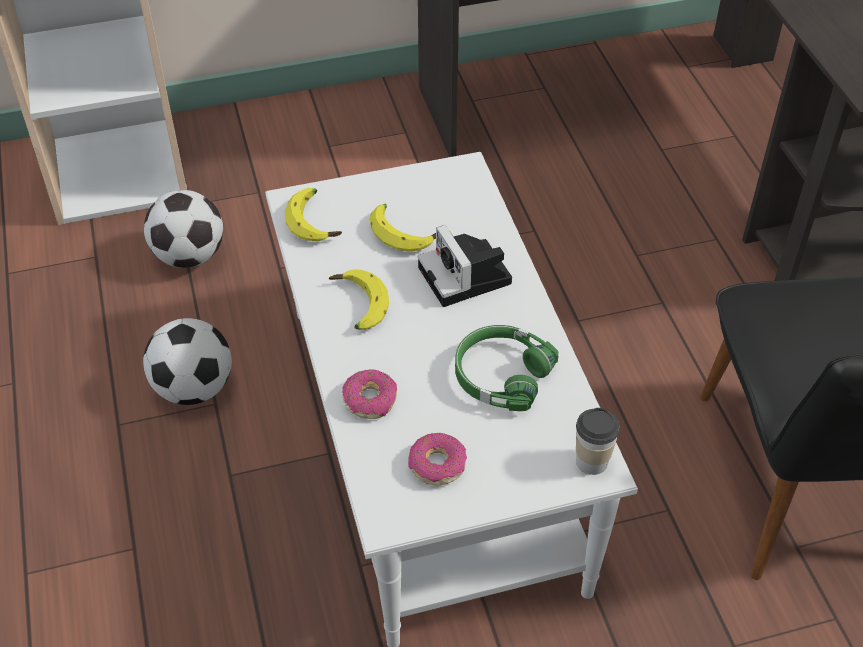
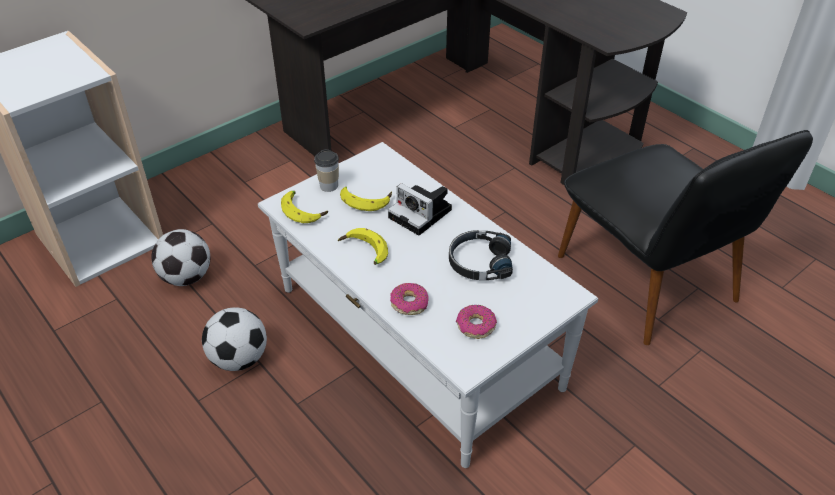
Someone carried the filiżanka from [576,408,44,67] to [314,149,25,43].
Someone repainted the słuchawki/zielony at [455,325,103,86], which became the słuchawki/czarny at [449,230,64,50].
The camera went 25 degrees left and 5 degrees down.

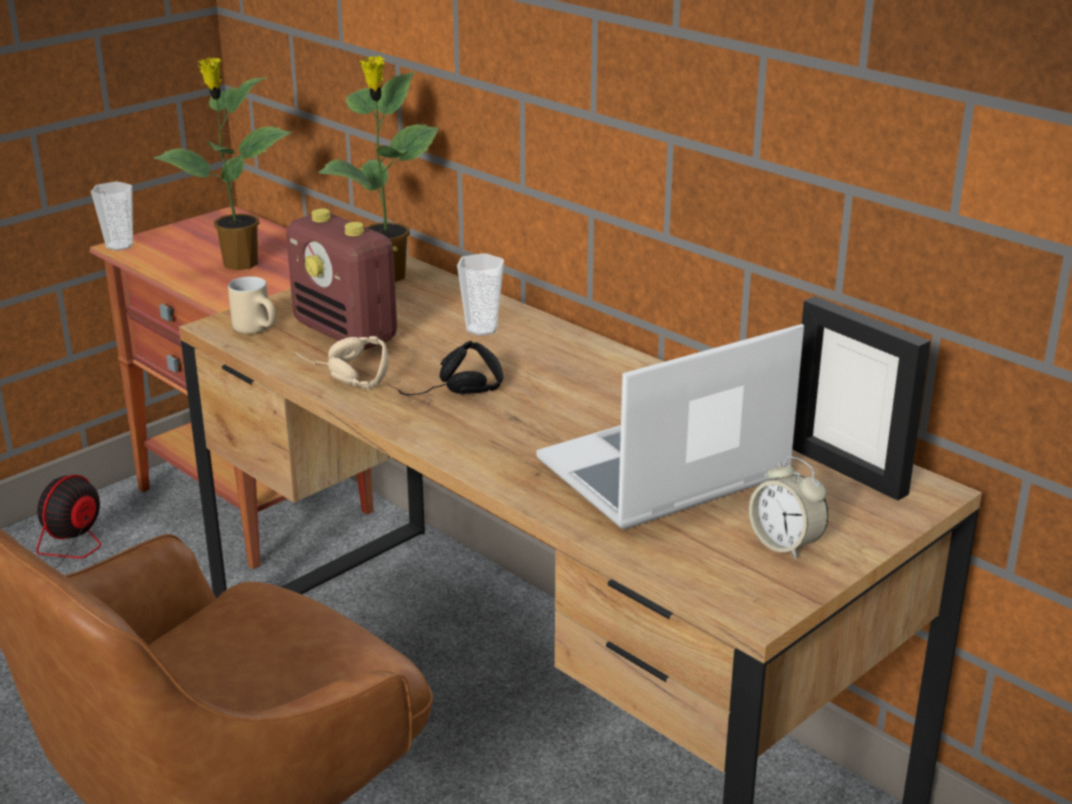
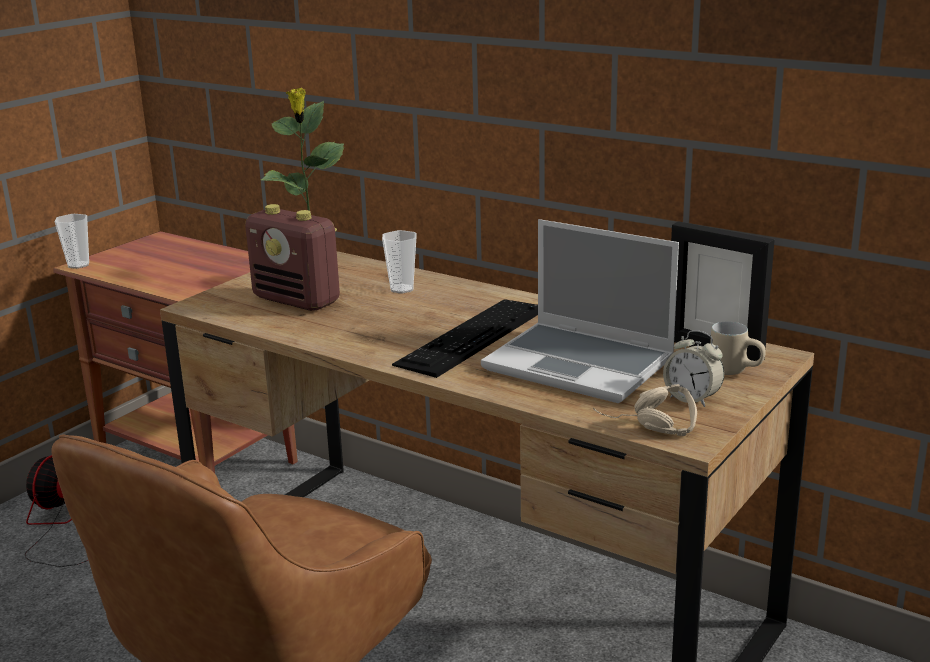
Someone took away the roślina doniczkowa at [153,57,139,213].
Someone took away the słuchawki/czarny at [398,341,105,54].
Someone put down the klawiatura at [392,299,146,79].
Someone carried the kubek/beżowy from [228,277,48,57] to [710,321,56,54].
Someone carried the słuchawki/beżowy from [295,336,93,54] to [593,384,104,52].
Someone rotated the laptop at [537,324,267,206] by 105 degrees counterclockwise.
The camera went 10 degrees left and 5 degrees down.

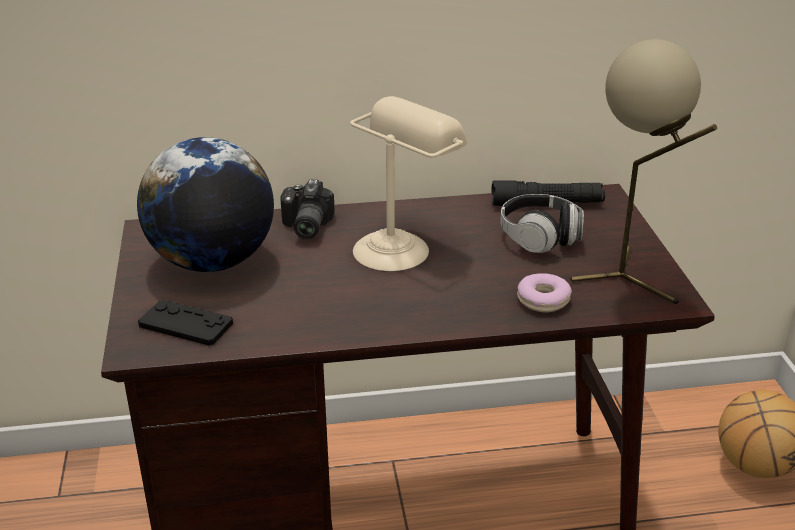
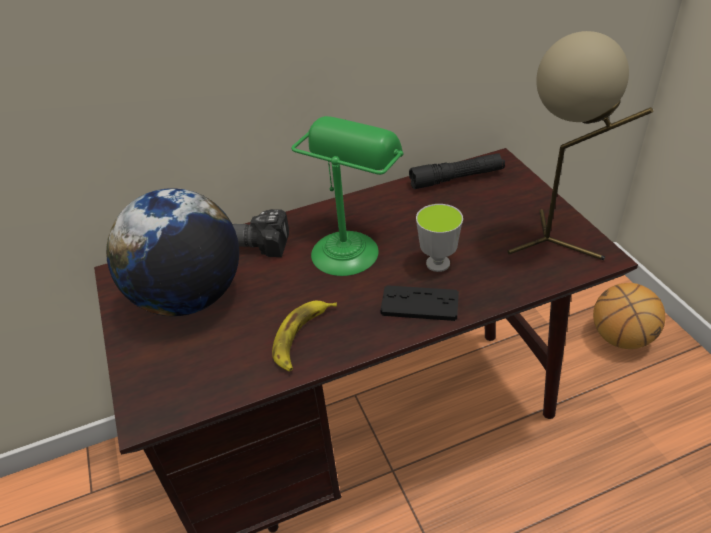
Someone took away the słuchawki at [500,194,84,59].
Someone took away the donut at [517,273,55,39].
Someone put down the banan at [272,301,65,71].
Someone put down the filiżanka at [416,204,47,68].
Someone carried the pad do gier/czarny from [138,300,95,46] to [380,285,79,36].
Someone repainted the lampa stołowa/beżowy at [350,96,117,175], which became the lampa stołowa/zielony at [291,116,112,160].
Someone rotated the aparat fotograficzny at [280,180,55,59] by 105 degrees clockwise.
The camera went 10 degrees left and 10 degrees up.

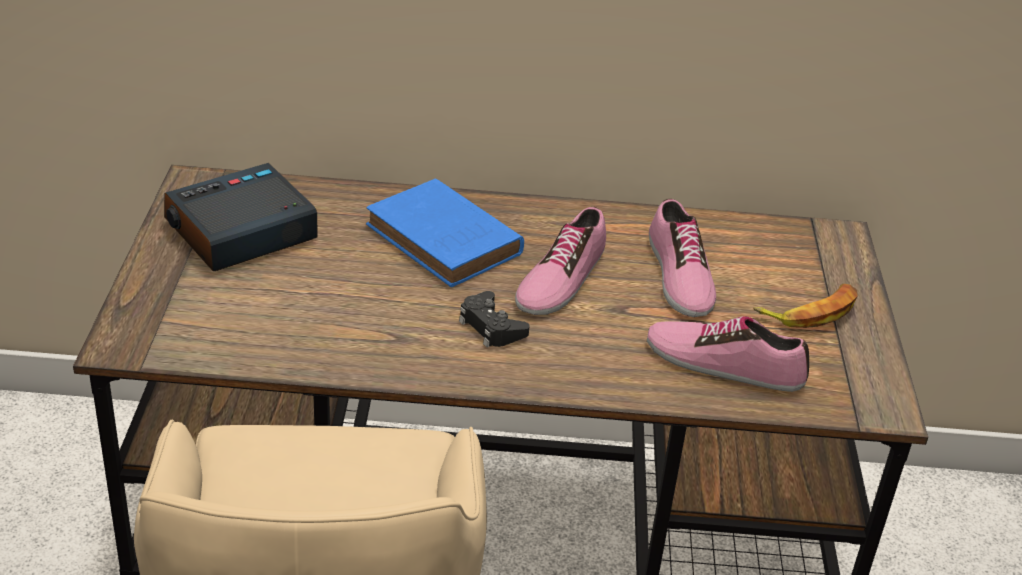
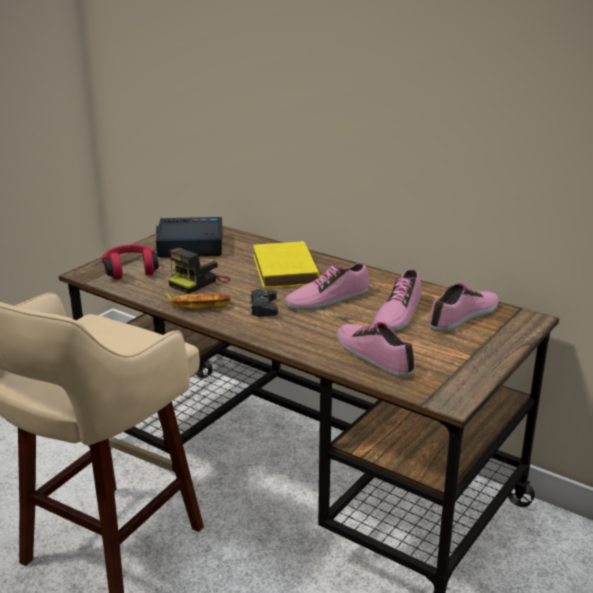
Someone put down the słuchawki/czerwony at [102,245,57,35].
Someone put down the aparat fotograficzny at [168,248,63,46].
Someone put down the but at [429,283,70,49].
Someone carried the banan from [753,284,104,44] to [165,293,66,17].
Someone repainted the książka/niebieski at [366,178,158,109], which became the książka/żółty at [253,241,67,48].
The camera went 35 degrees right and 10 degrees down.

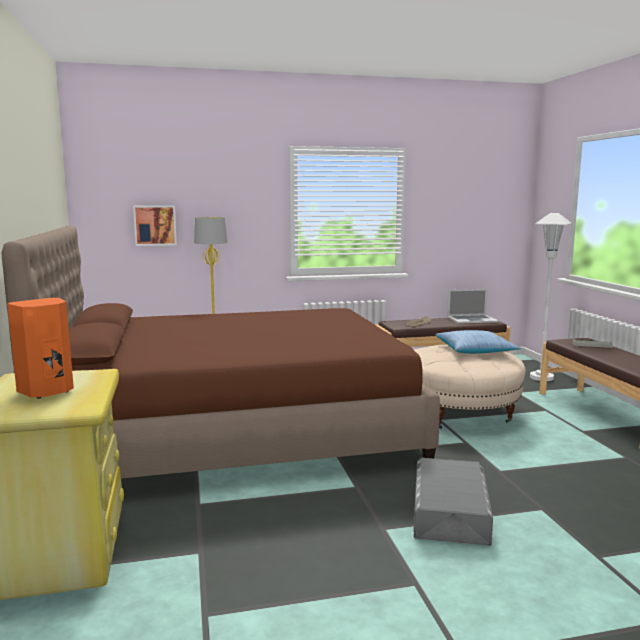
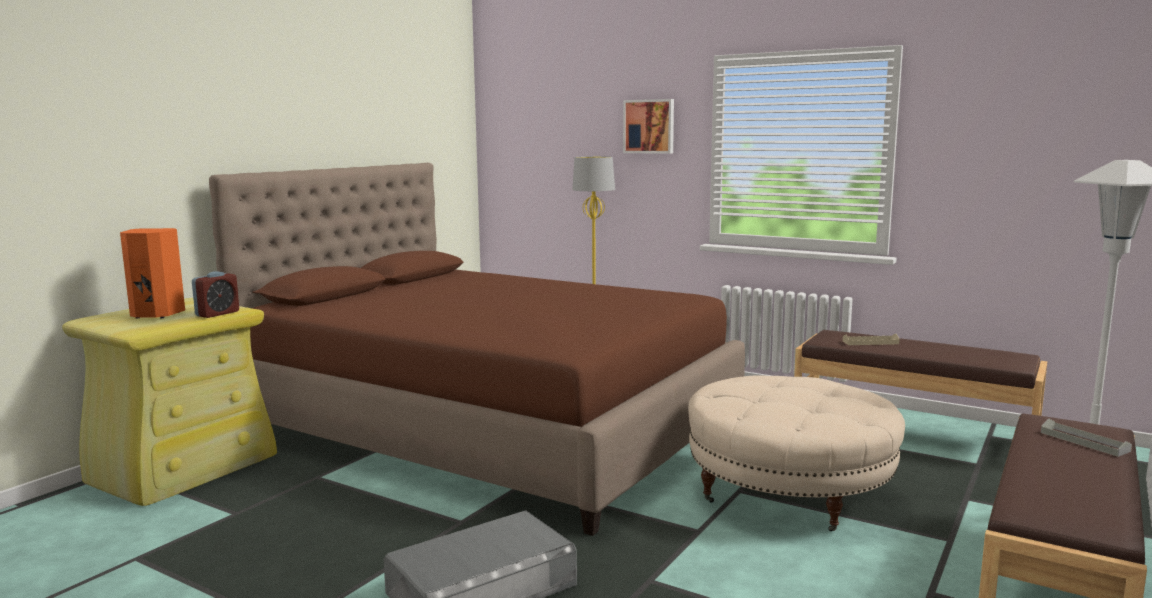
Someone took away the poduszka at [435,330,86,24].
Someone took away the laptop at [447,289,51,35].
Someone put down the budzik at [192,271,47,47].
Someone carried the obraz from [133,205,44,41] to [623,99,51,55].
The camera went 45 degrees right and 0 degrees up.

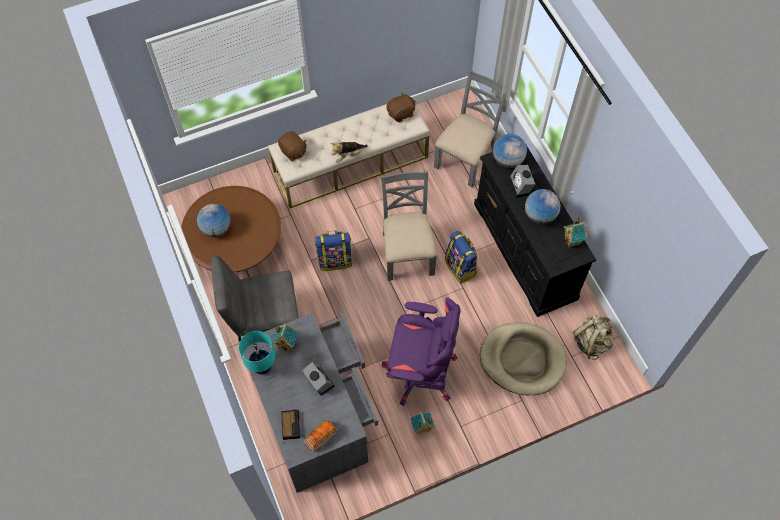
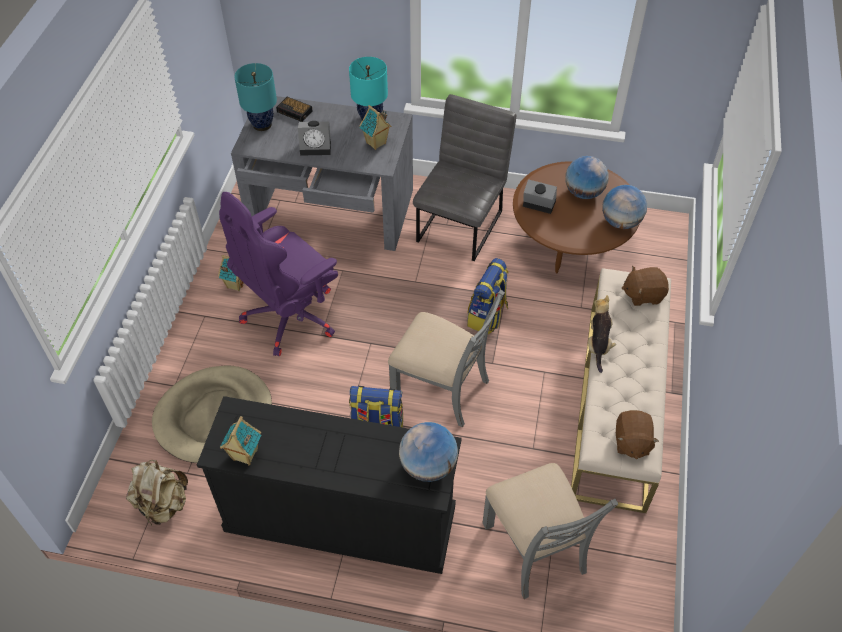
Someone carried the budzik from [509,165,26,33] to [523,179,34,35].
Someone carried the globus from [525,189,35,35] to [602,185,45,44].
Someone swapped the samochodzik at [304,420,34,32] for the lampa stołowa/turkusowy at [234,63,43,68].
The camera went 125 degrees right and 10 degrees down.

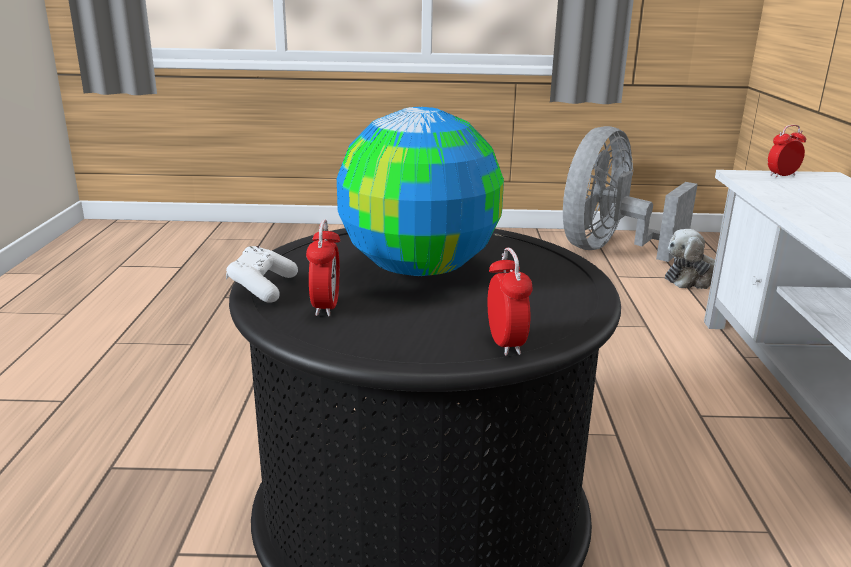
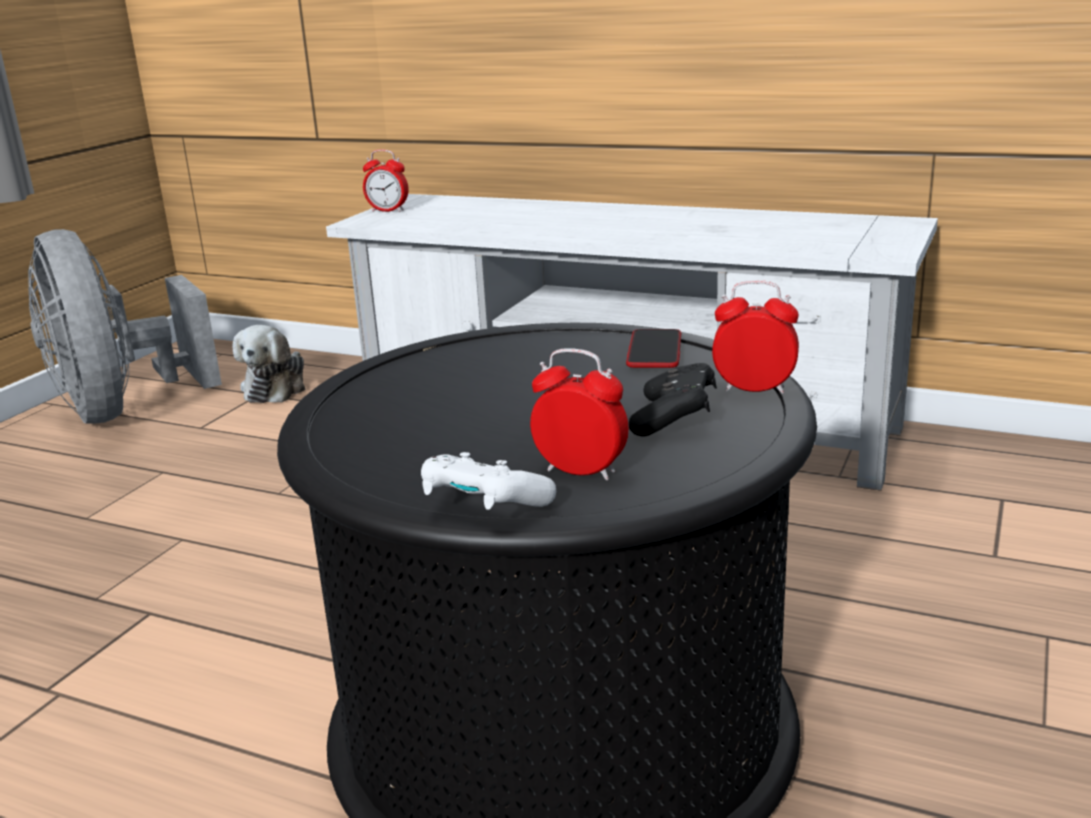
Someone took away the globus at [337,107,167,169].
Someone put down the telefon at [626,329,55,39].
Someone put down the pad do gier/czarny at [629,363,88,74].
Someone rotated the budzik at [768,125,38,52] by 75 degrees counterclockwise.
The camera went 65 degrees left and 0 degrees up.

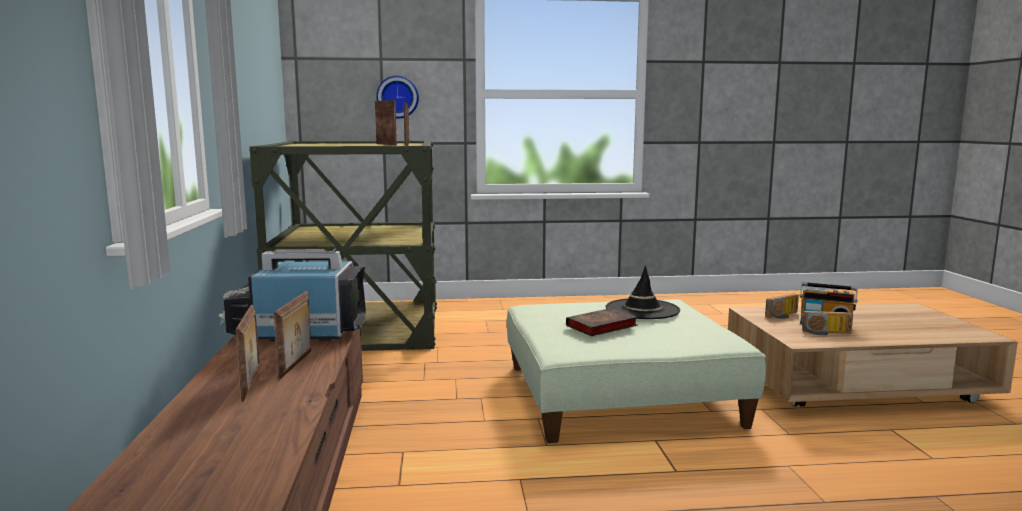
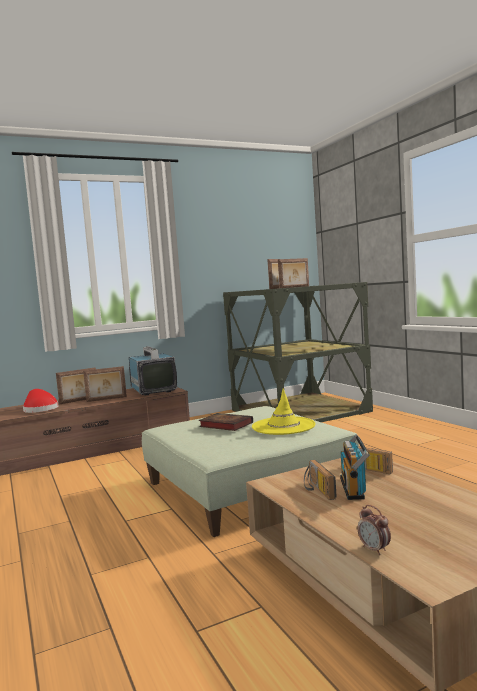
Someone took away the zegar ścienny at [376,76,43,43].
Someone put down the kapelusz/czerwony at [23,389,35,24].
Someone put down the budzik at [358,505,33,50].
Someone repainted the kapelusz/czarny at [605,265,75,54], which became the kapelusz/żółty at [252,388,64,47].
The camera went 70 degrees right and 5 degrees down.

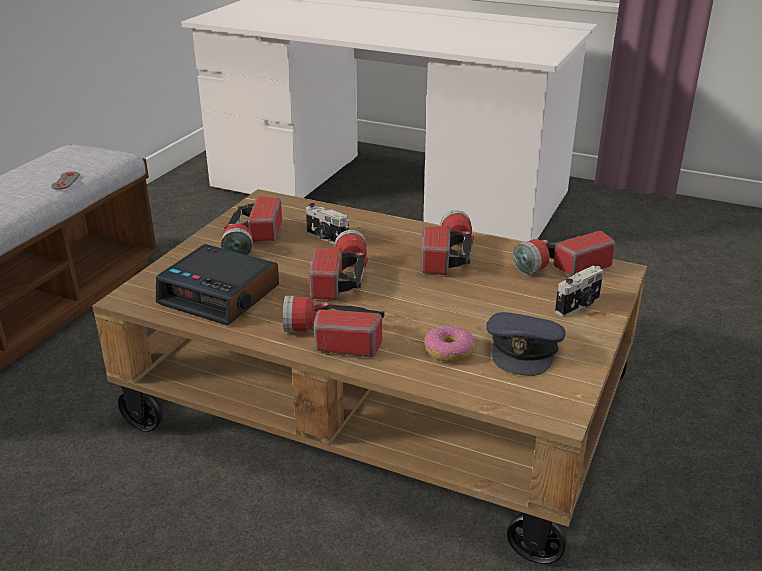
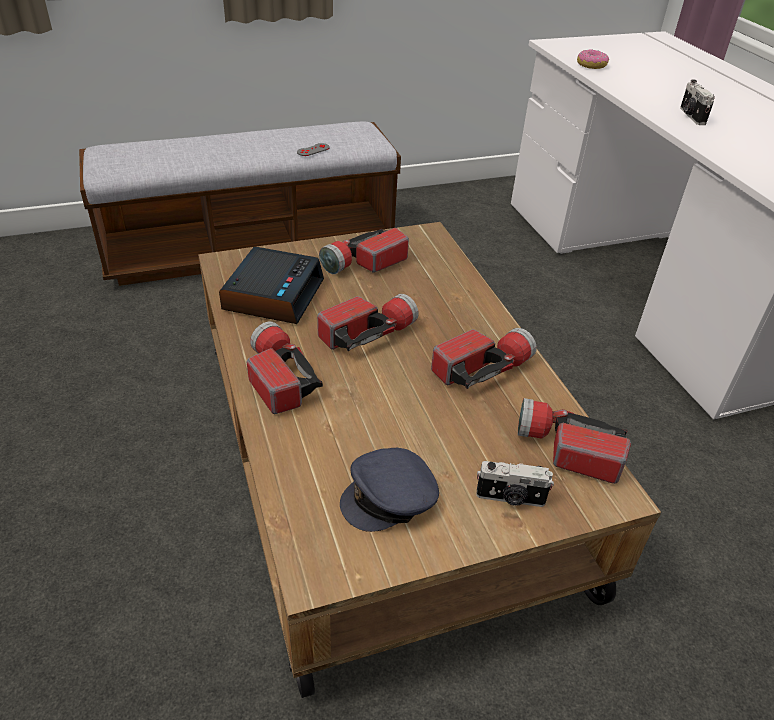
Someone carried the aparat fotograficzny from [306,203,43,41] to [680,79,35,46].
Someone carried the donut from [424,326,51,36] to [577,49,32,20].
Someone rotated the budzik at [156,244,123,81] by 150 degrees counterclockwise.
The camera went 45 degrees right and 10 degrees up.

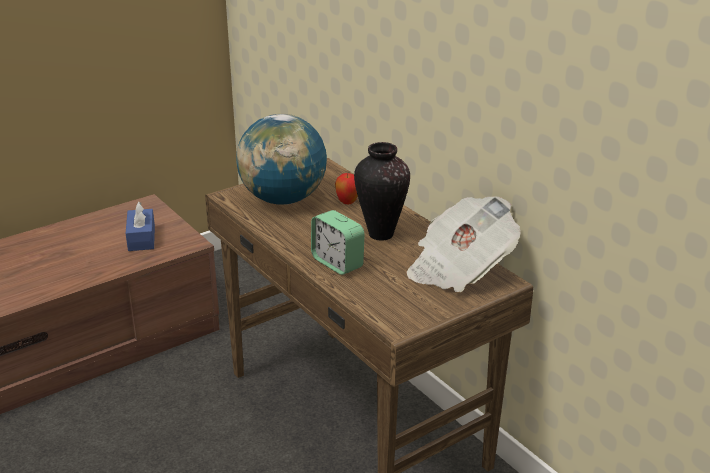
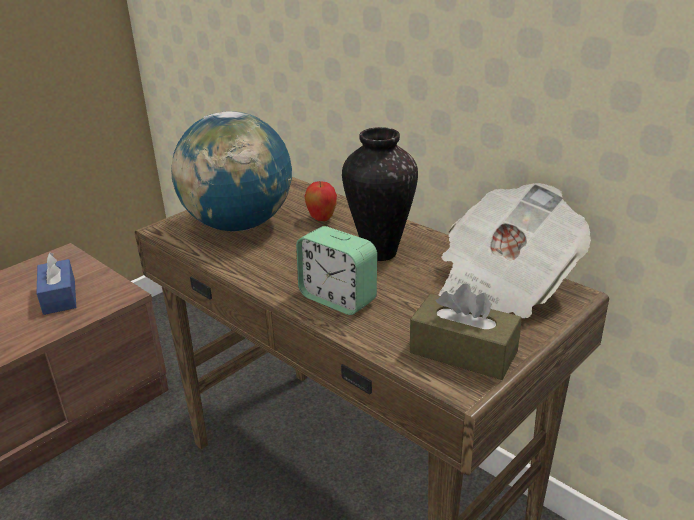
Someone put down the pudełko chusteczek/brązowy at [410,284,112,96].
The camera went 10 degrees left and 0 degrees up.

